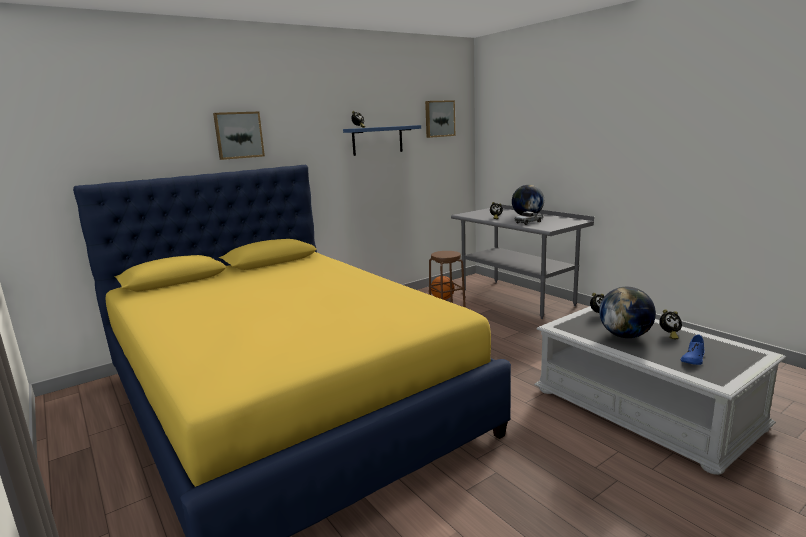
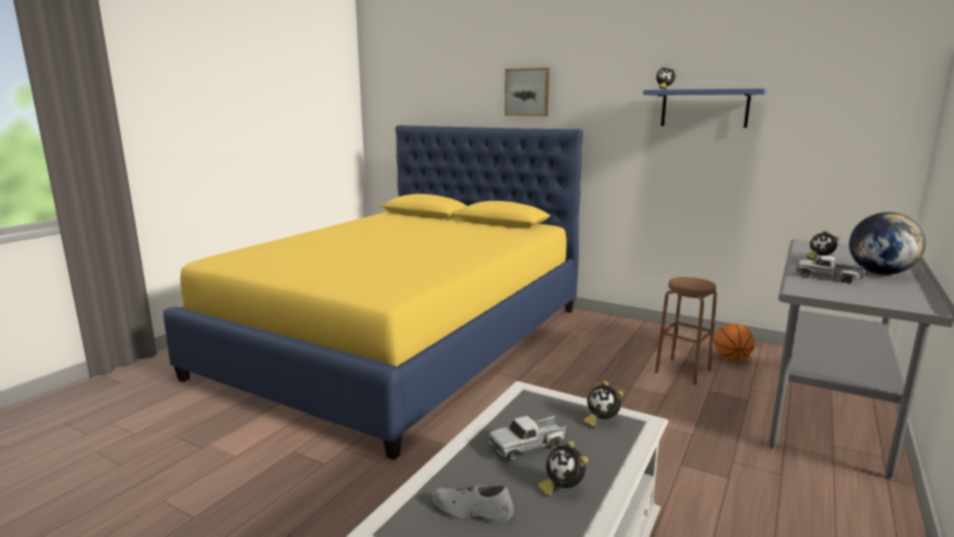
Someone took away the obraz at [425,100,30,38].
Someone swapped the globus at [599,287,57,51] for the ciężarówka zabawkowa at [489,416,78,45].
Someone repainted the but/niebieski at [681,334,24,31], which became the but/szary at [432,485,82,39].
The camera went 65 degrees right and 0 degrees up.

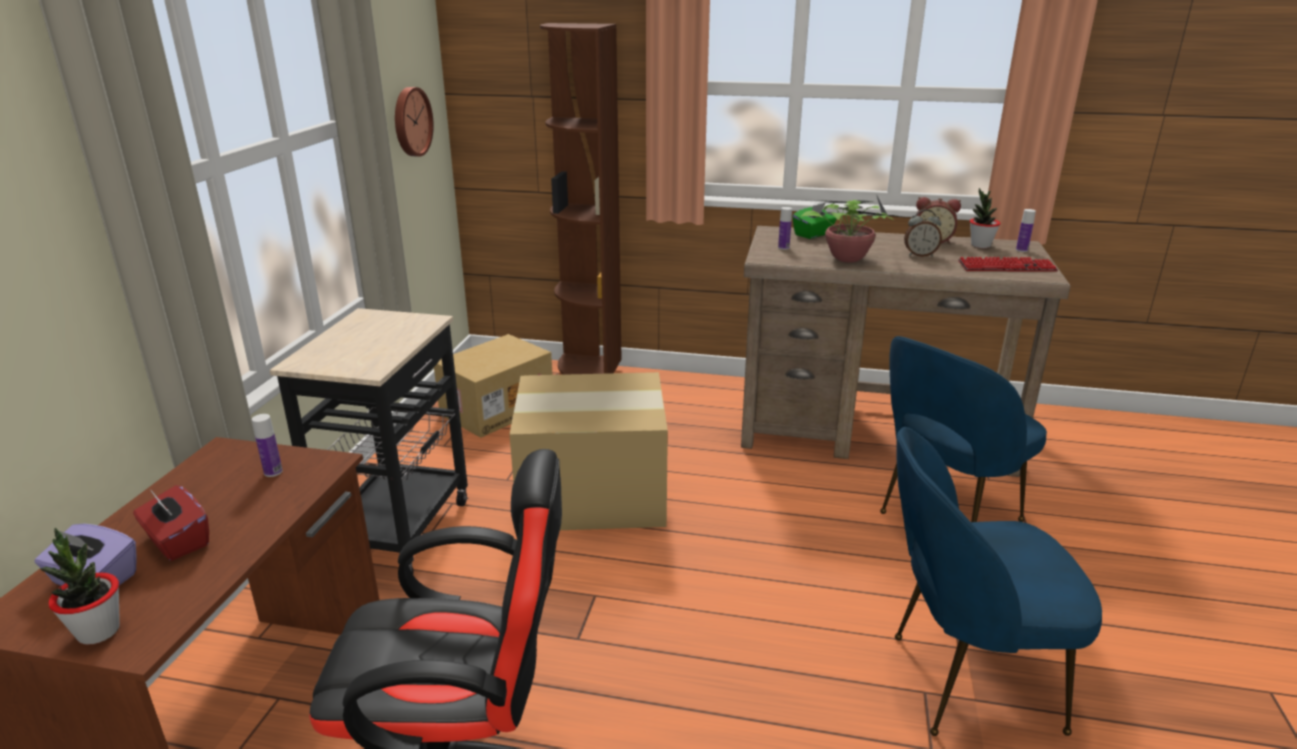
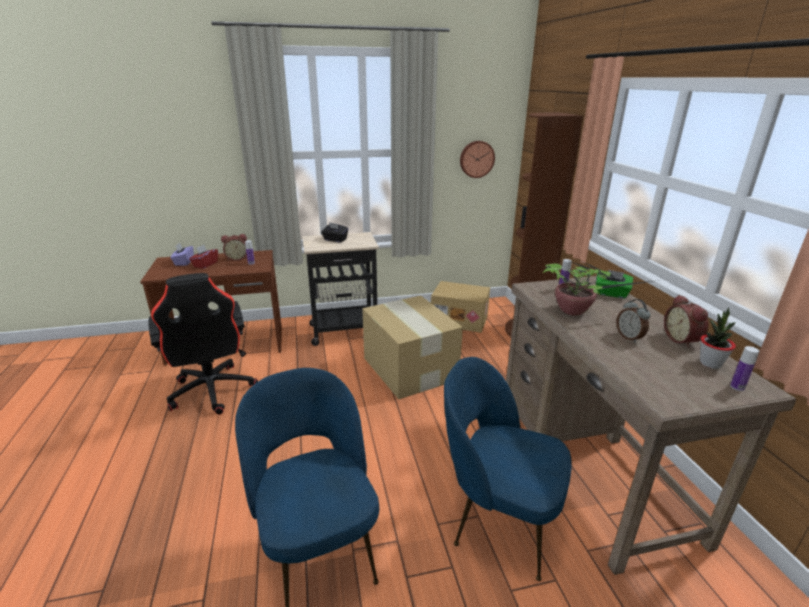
Someone took away the roślina doniczkowa at [40,528,80,117].
Someone took away the klawiatura at [958,257,100,14].
Someone put down the budzik at [221,234,26,27].
Someone put down the pudełko chusteczek/czarny at [321,222,27,21].
The camera went 65 degrees right and 0 degrees up.

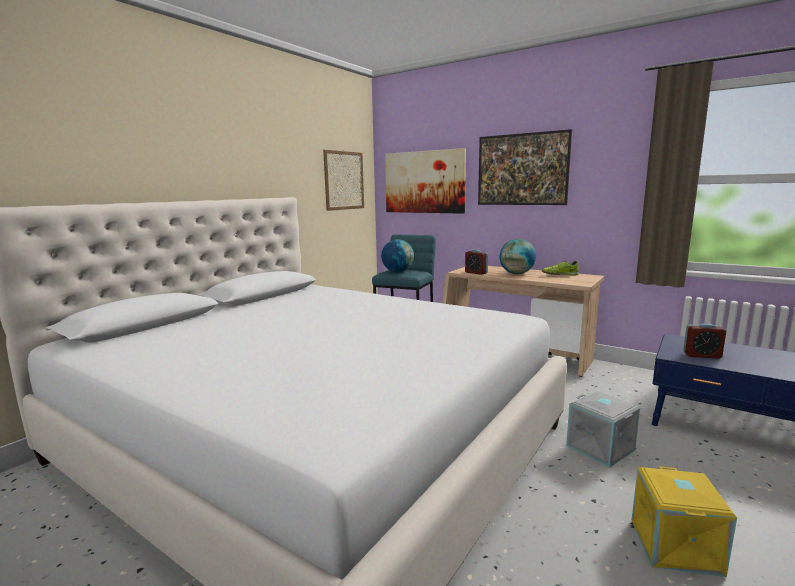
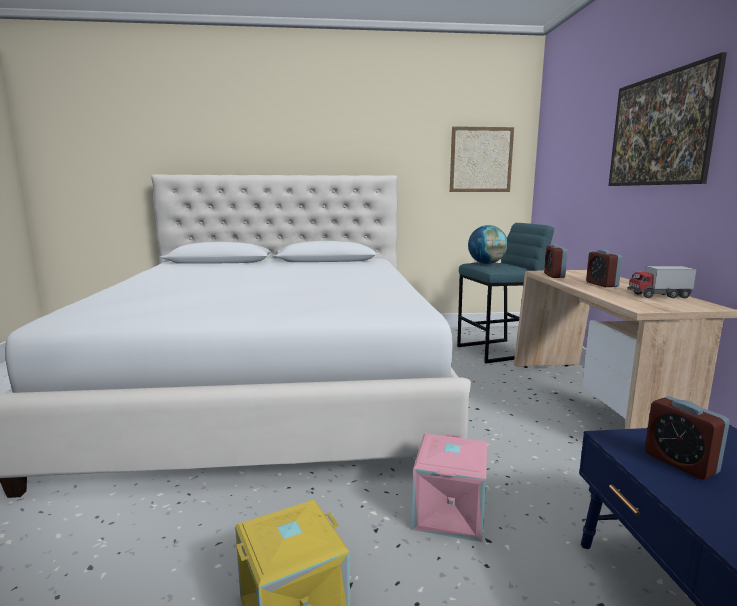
Someone took away the obraz at [385,148,81,66].
Someone swapped the globus at [500,239,36,35] for the budzik at [586,250,36,37].
Someone swapped the but at [542,261,37,14] for the ciężarówka zabawkowa at [628,266,69,32].
Someone repainted the pojemnik do przechowywania/szary at [566,391,74,77], which became the pojemnik do przechowywania/różowy at [412,434,75,108].
The camera went 50 degrees right and 0 degrees up.

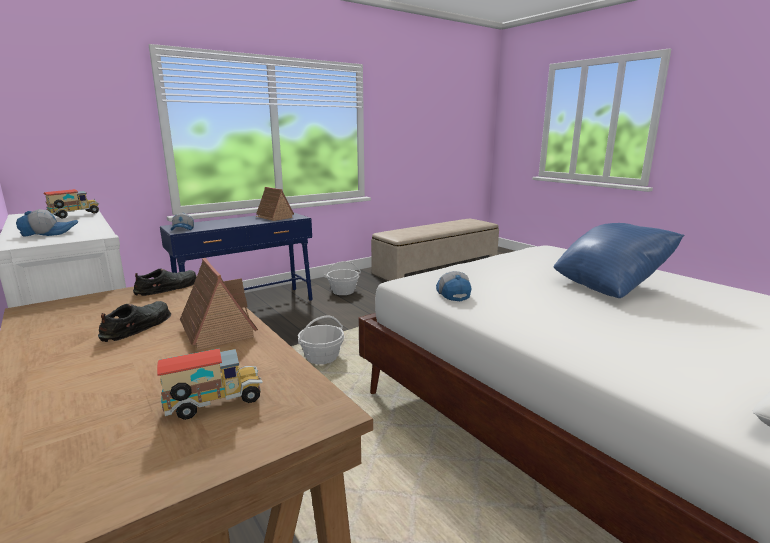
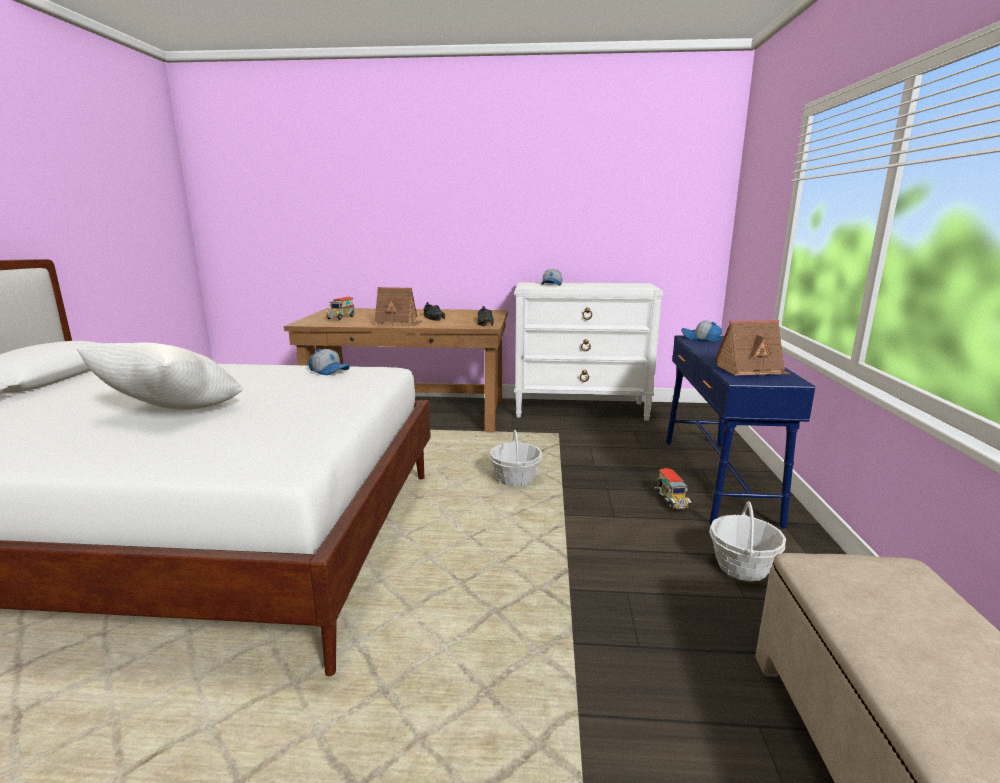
Someone carried the ciężarówka zabawkowa from [43,189,57,30] to [655,468,37,42].
Someone repainted the poduszka/niebieski at [553,223,131,75], which became the poduszka/biały at [77,343,166,67].
The camera went 130 degrees right and 0 degrees up.

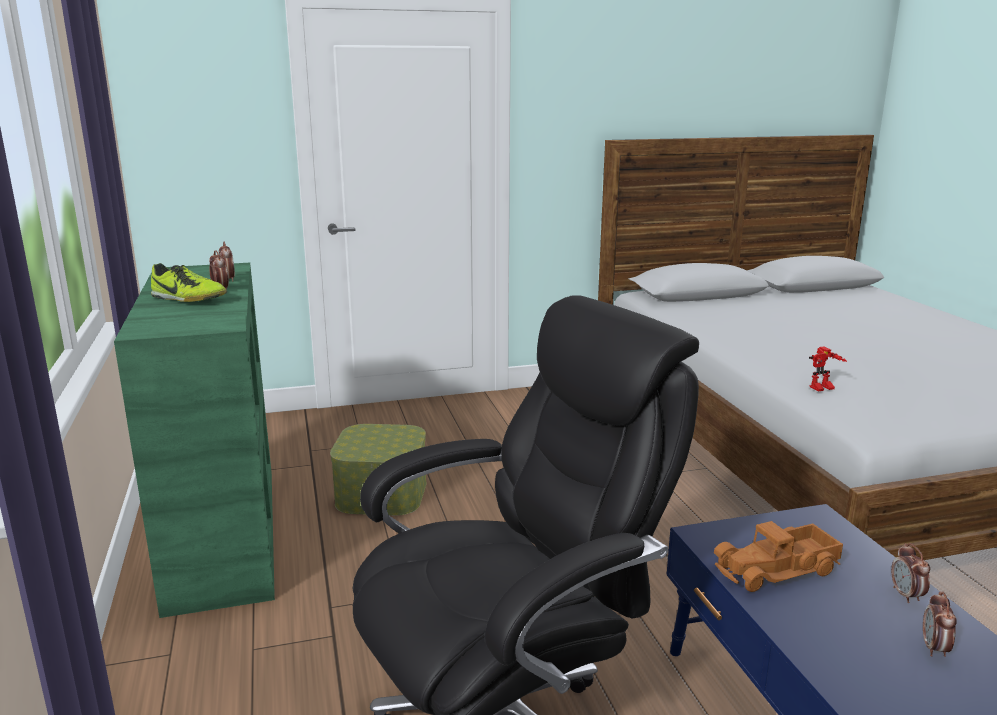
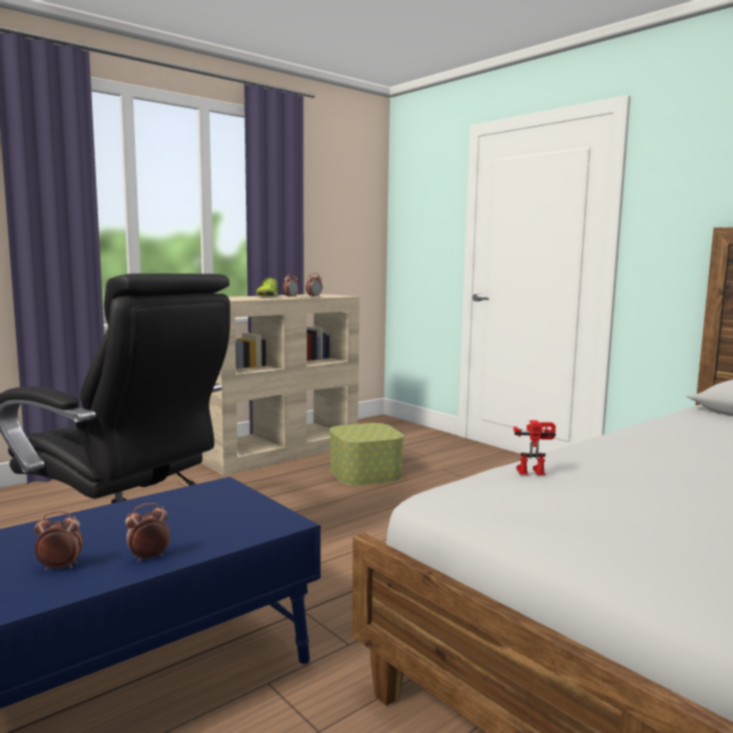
Someone took away the ciężarówka zabawkowa at [714,521,129,71].
Someone repainted the regał/zielony at [114,263,161,355], which became the regał/beżowy at [201,294,159,182].
Someone rotated the robot zabawkowy at [809,346,38,45] by 135 degrees clockwise.
The camera went 65 degrees right and 10 degrees down.

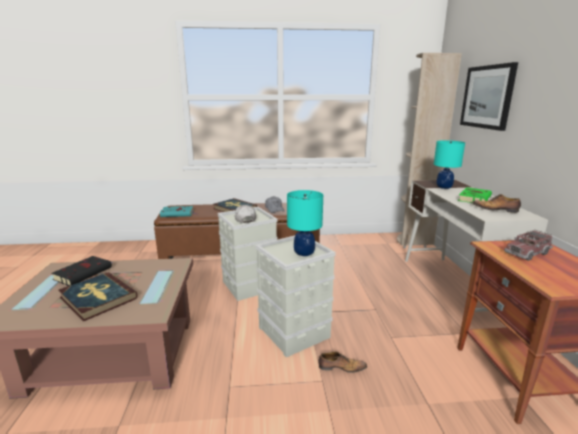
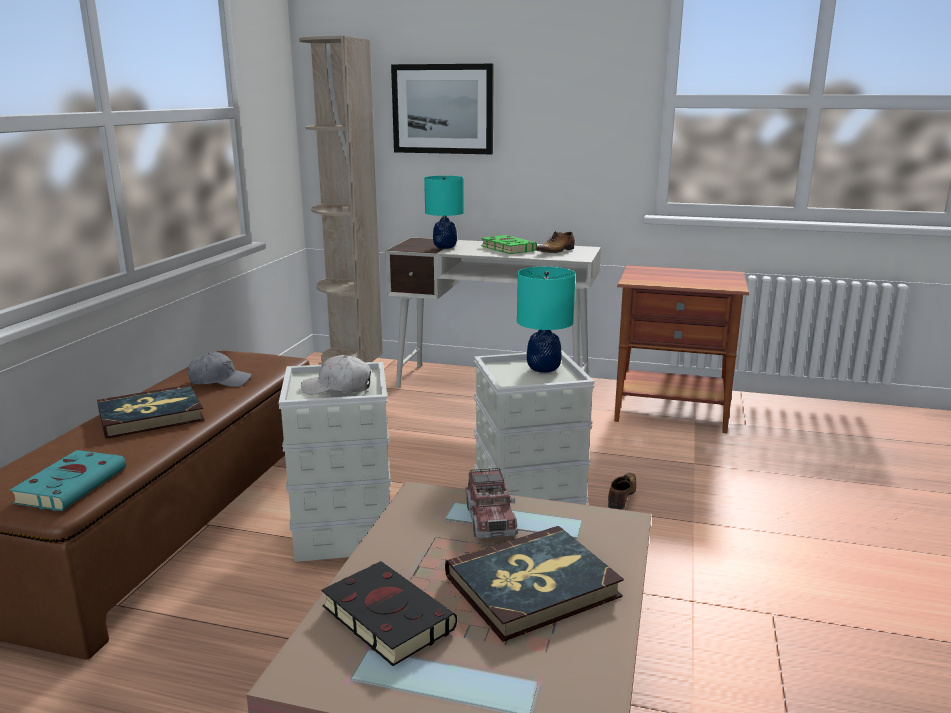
Someone carried the ciężarówka zabawkowa from [504,230,49,31] to [465,468,53,70].
The camera went 70 degrees left and 0 degrees up.

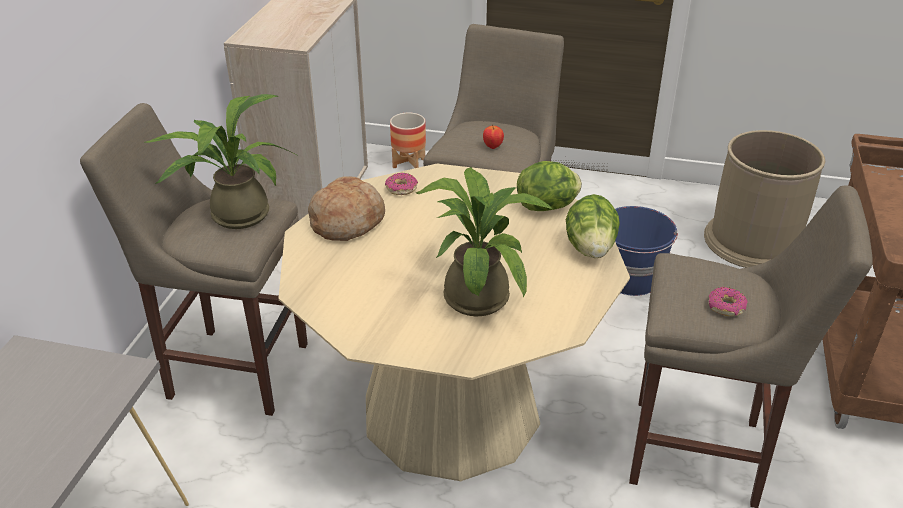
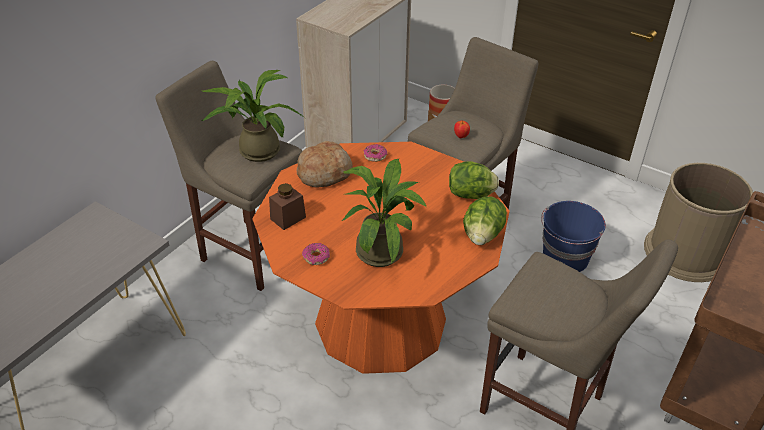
Someone put down the słoik/brązowy at [269,183,37,47].
Someone carried the donut from [708,287,40,29] to [302,243,28,22].
Someone repainted the stół jadalny/beżowy at [279,164,351,317], which became the stół jadalny/pomarańczowy at [252,142,258,232].
The camera went 20 degrees right and 5 degrees up.

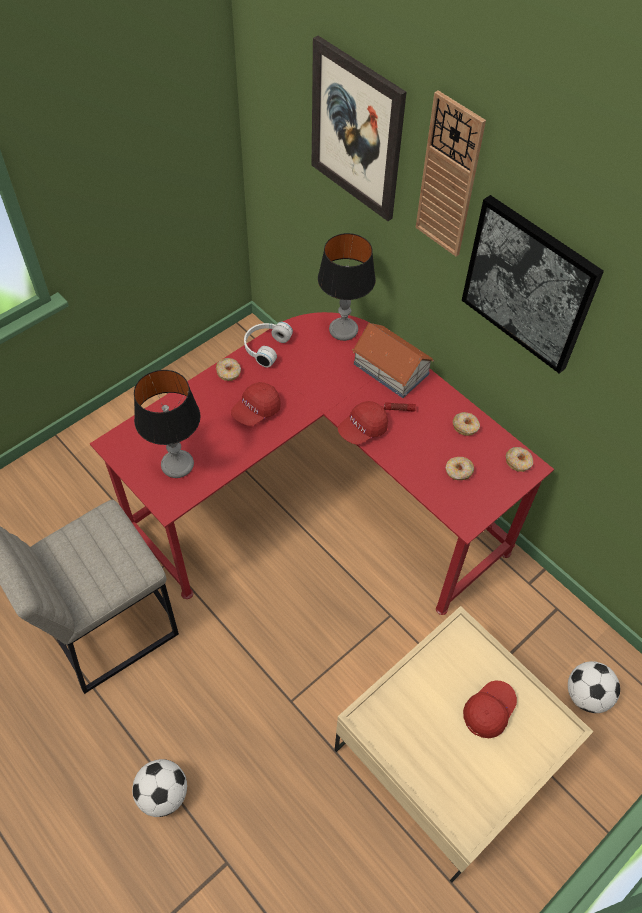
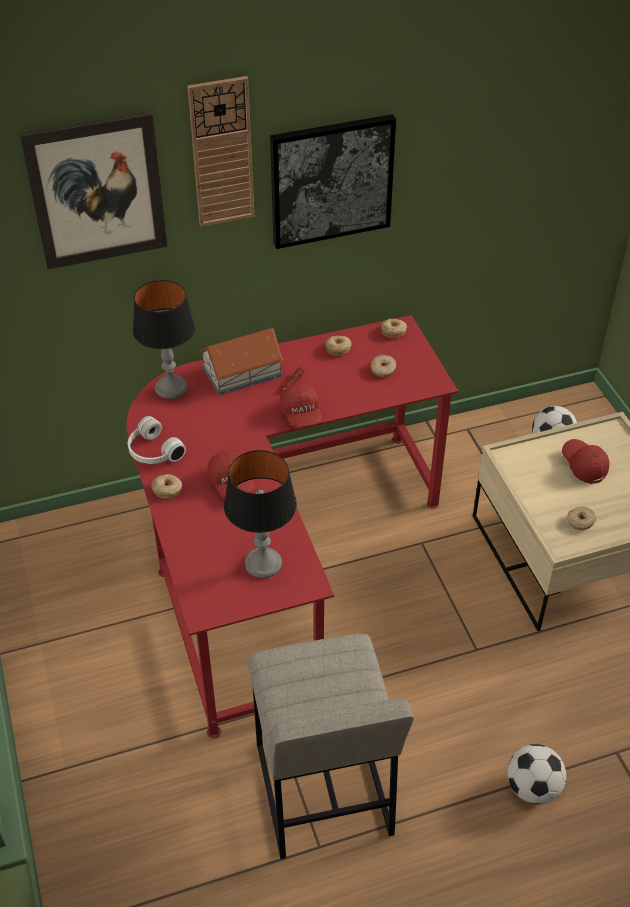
Someone put down the donut at [567,506,29,24].
The camera went 65 degrees left and 10 degrees down.

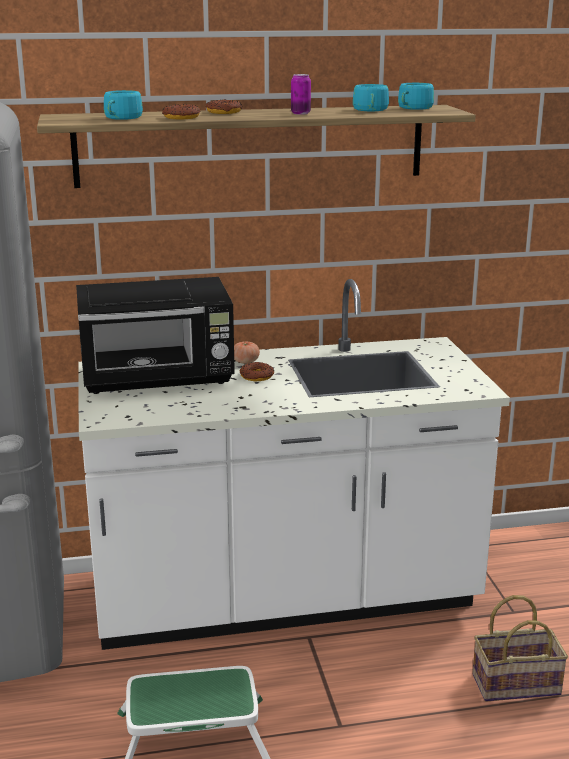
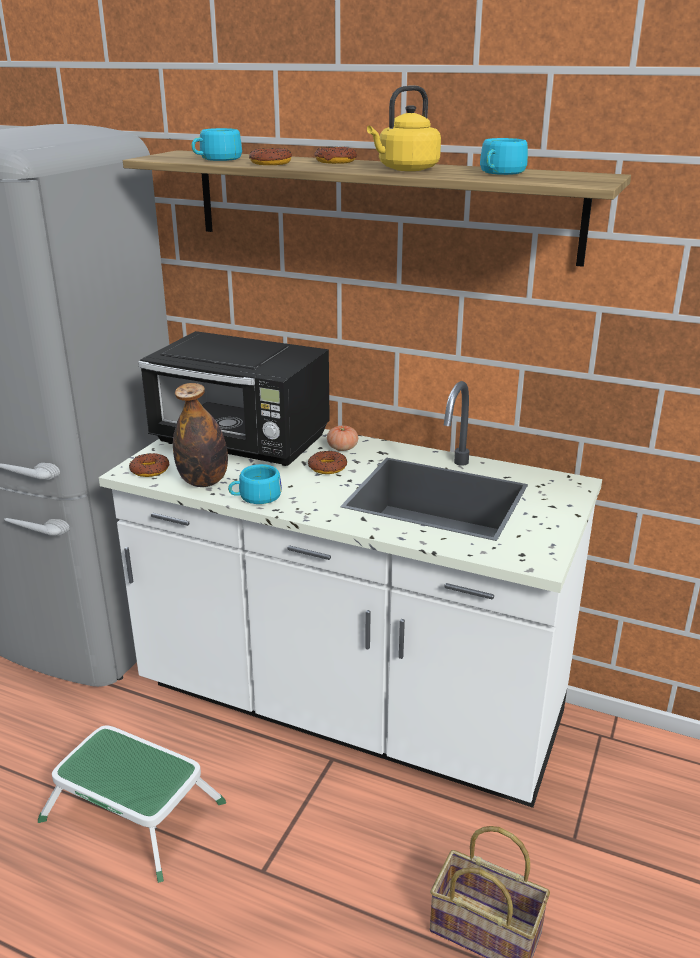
Someone put down the donut at [129,453,41,24].
Someone put down the butelka at [173,383,55,104].
Someone carried the filiżanka/turkusowy from [398,83,36,27] to [228,464,54,40].
Someone swapped the puszka at [291,74,20,41] for the czajnik/żółty at [367,85,74,86].
The camera went 35 degrees right and 5 degrees up.

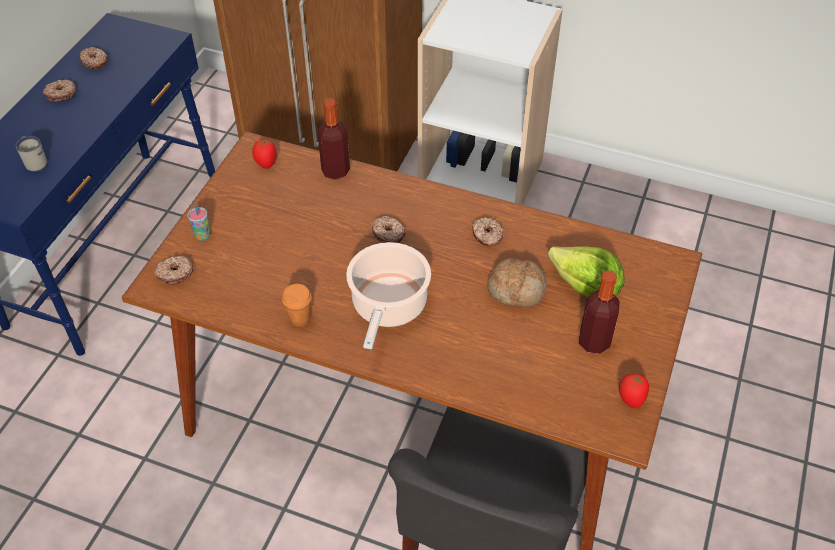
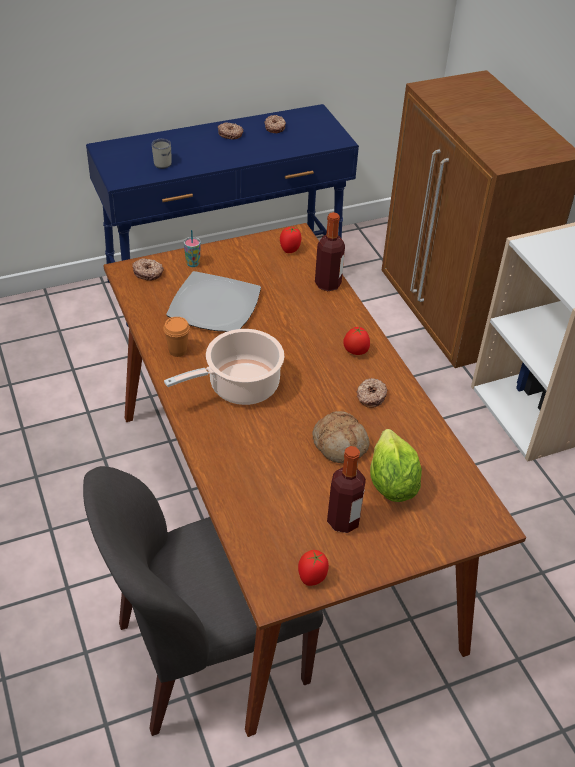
Someone took away the donut at [372,216,34,27].
Someone put down the talerz at [166,271,95,61].
Someone put down the pomidor at [343,327,27,28].
The camera went 45 degrees right and 5 degrees down.

